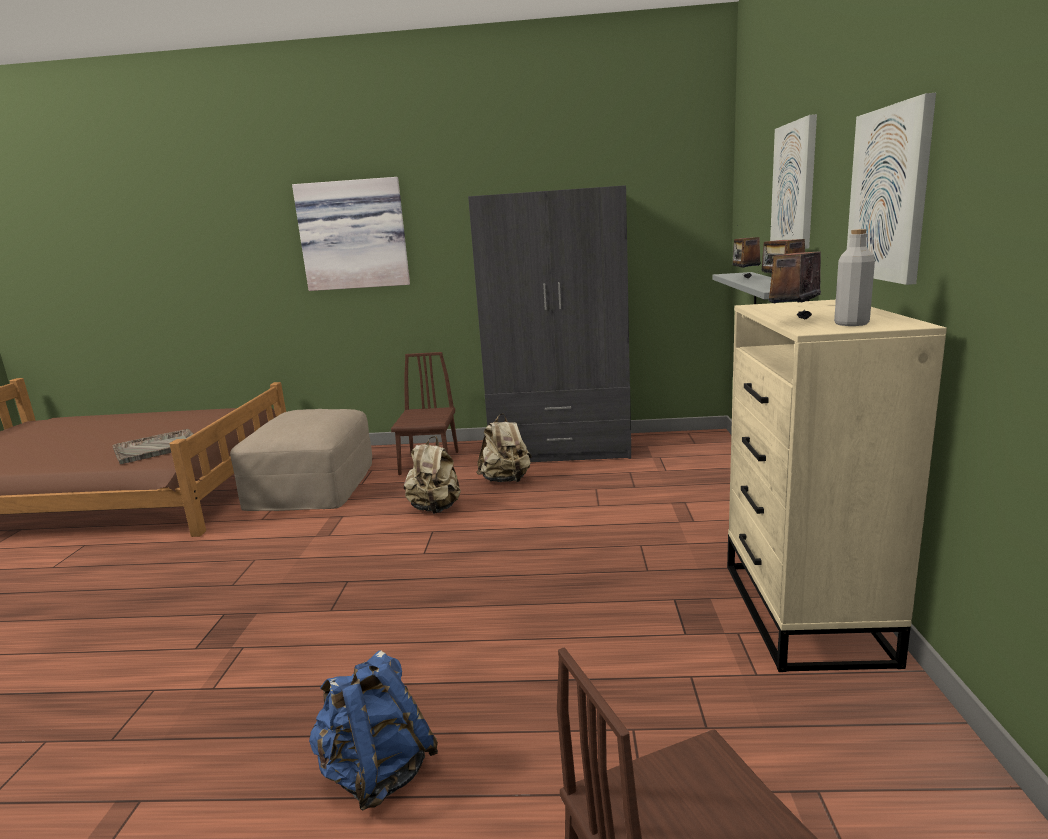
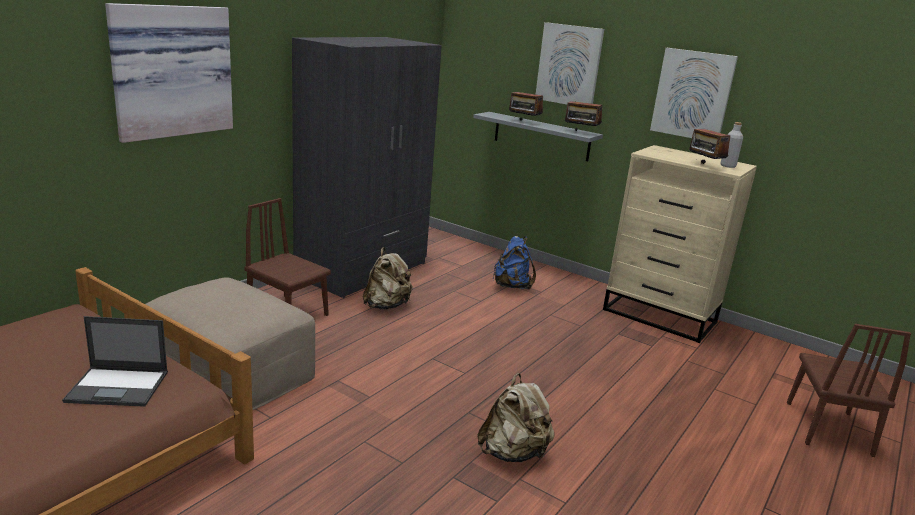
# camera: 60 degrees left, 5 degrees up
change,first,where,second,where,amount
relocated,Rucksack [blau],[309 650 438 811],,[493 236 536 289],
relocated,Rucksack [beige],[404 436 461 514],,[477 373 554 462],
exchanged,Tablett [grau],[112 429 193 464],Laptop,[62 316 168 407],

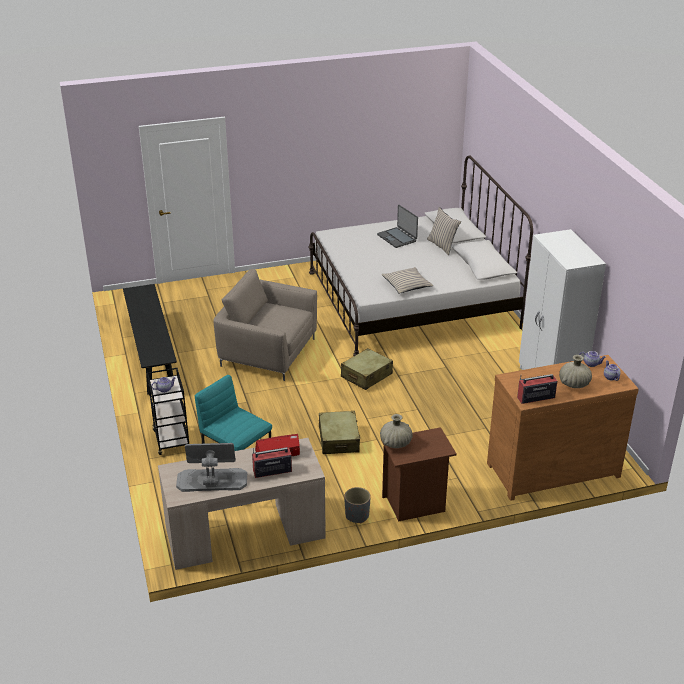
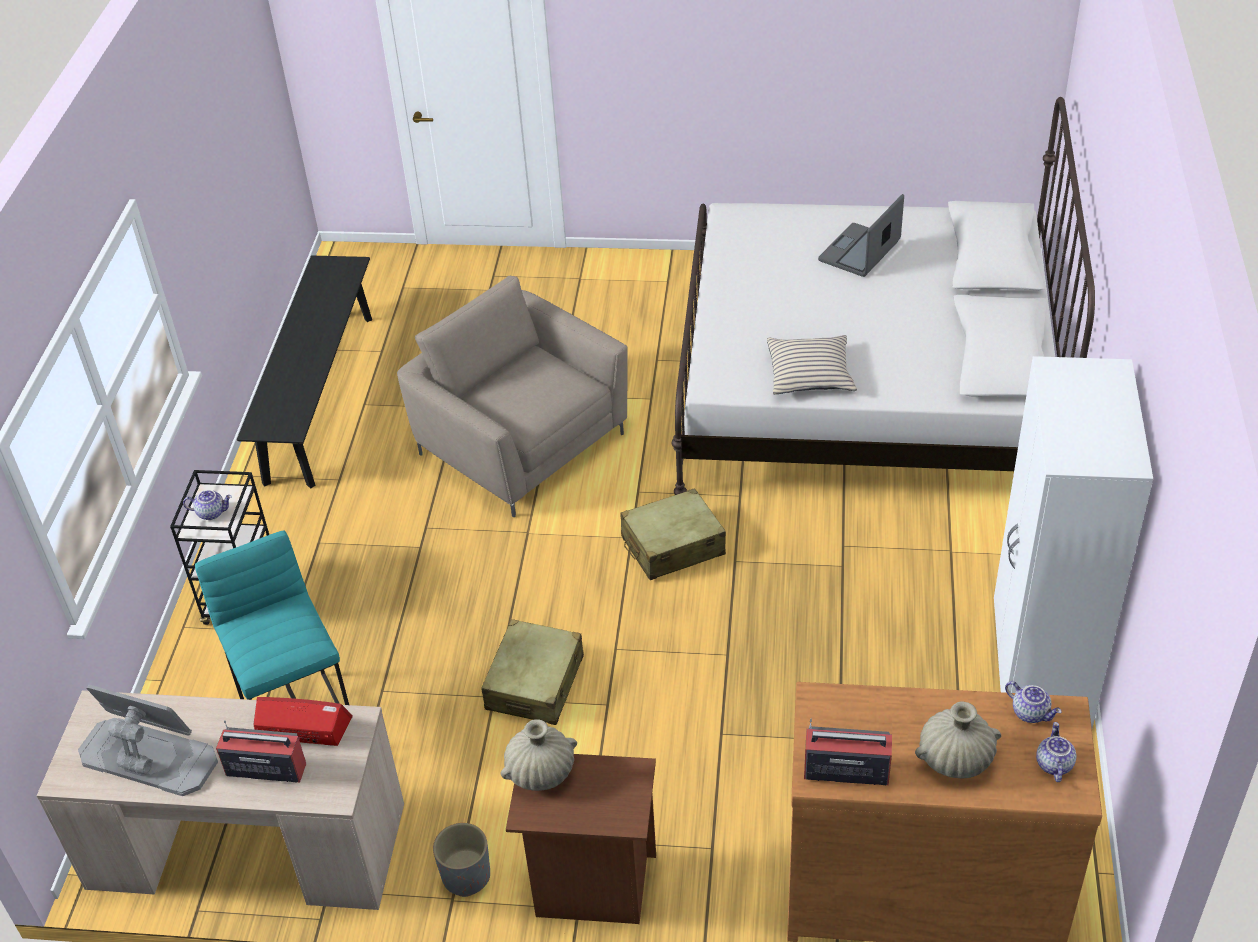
# camera: 25 degrees right, 10 degrees up
change,first,where,second,where,amount
missing,Kissen [beige],[427 207 461 255],,,
spun,Laptop,[377 205 418 248],,[818 194 904 277],45 degrees clockwise

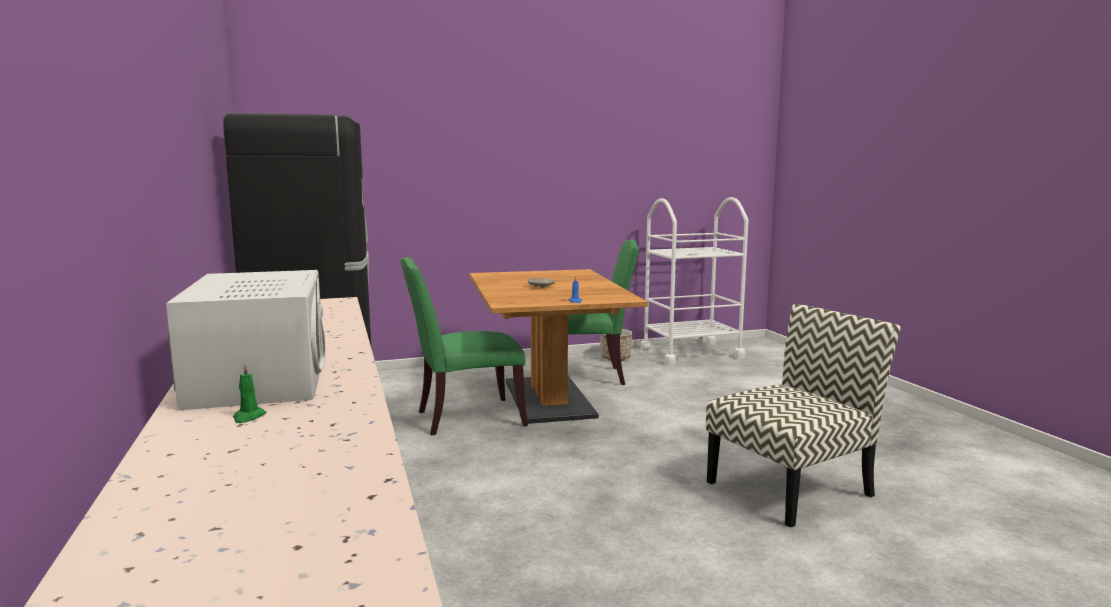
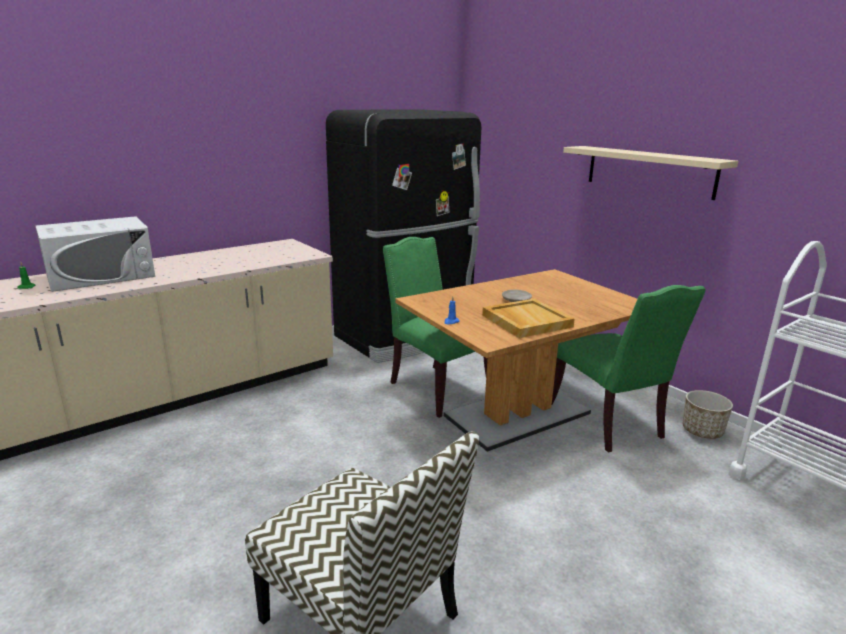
# camera: 70 degrees right, 10 degrees up
change,first,where,second,where,amount
appeared,,,Tablett [beige],[482 299 575 338],
appeared,,,Wandregal [beige],[563 146 738 200],

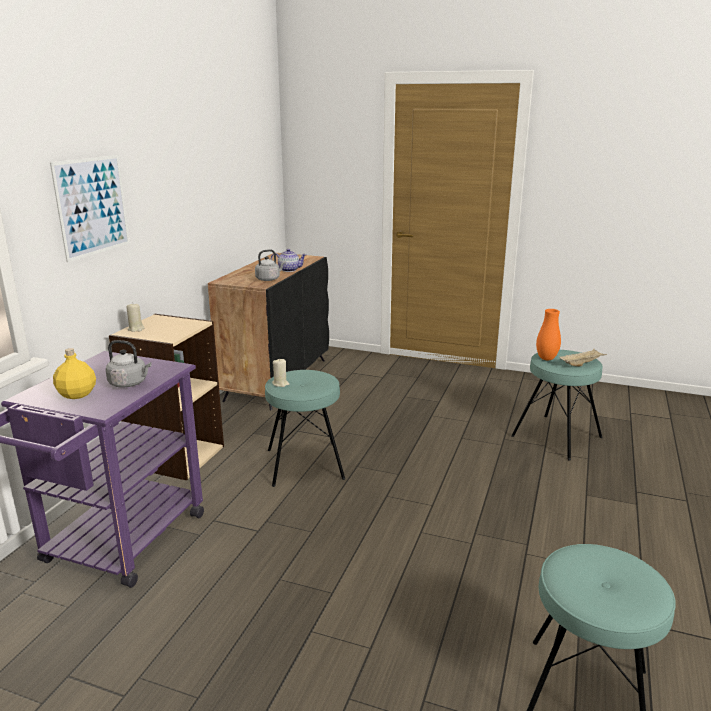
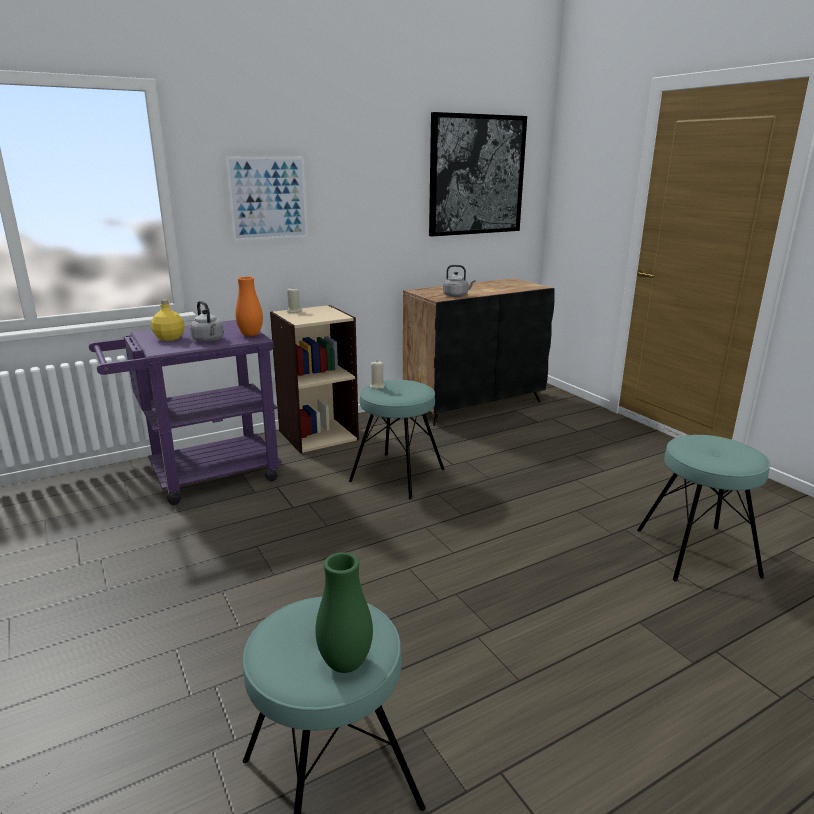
# camera: 40 degrees right, 0 degrees up
change,first,where,second,where,amount
missing,Teekanne,[271 249 307 272],,,
missing,Tablett [beige],[559 348 606 366],,,
appeared,,,Vase [grün],[315 552 373 673],
appeared,,,Bild,[429 112 527 236],
relocated,Vase [orange],[536 309 561 360],,[235 277 263 336],

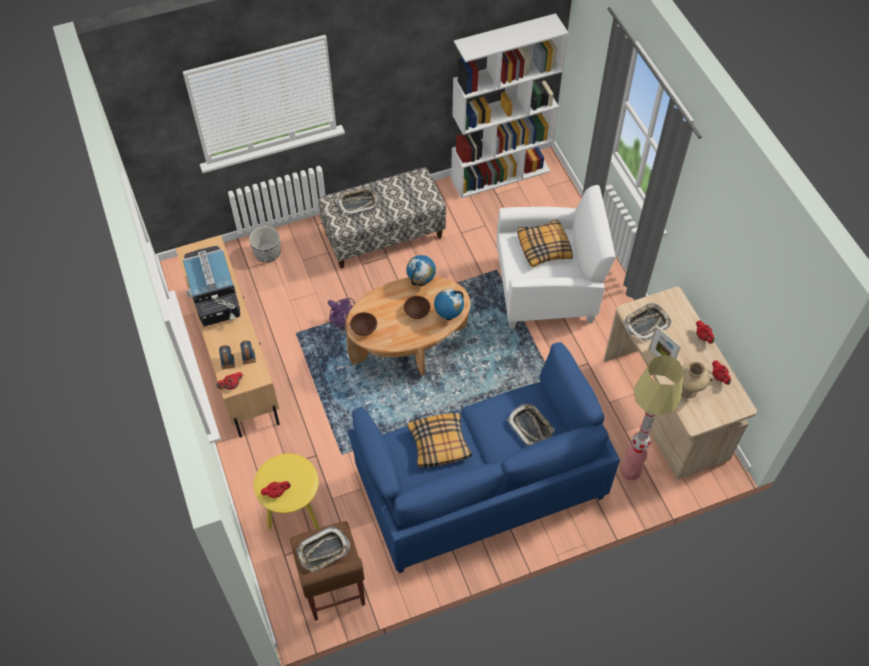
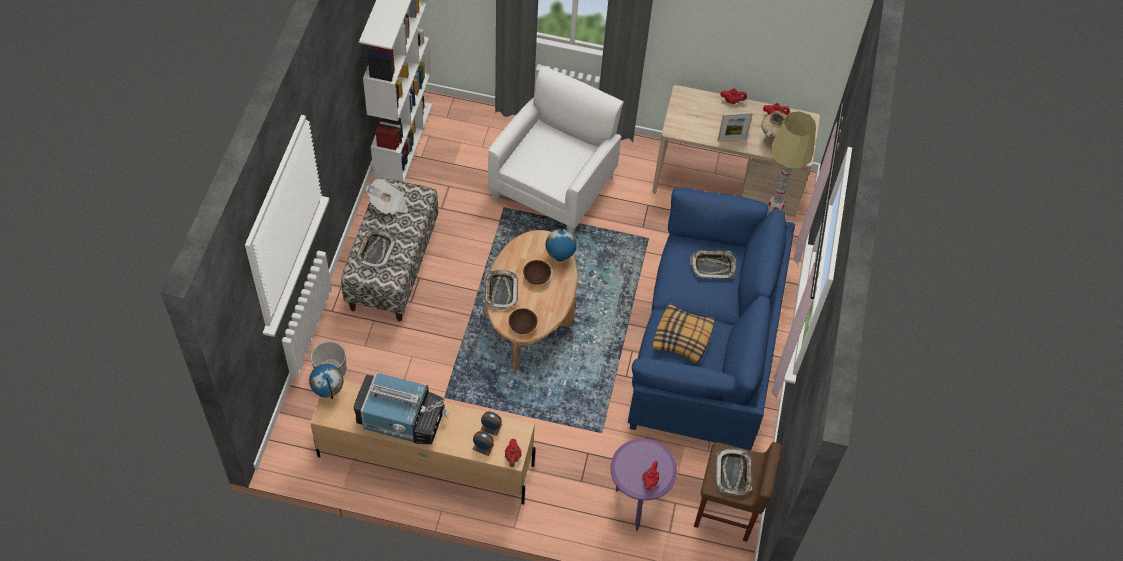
# camera: 60 degrees left, 0 degrees up
change,first,where,second,where,amount
missing,Ventilator [lila],[328 298 355 331],,,
missing,Kissen,[517 220 573 267],,,
appeared,,,Zeitung,[366 179 408 215],
relocated,Globus,[406 255 436 286],,[309 364 343 399],
relocated,Tablett,[624 302 671 341],,[485 270 518 310],
colour,Beistelltisch [gelb],[254 454 319 530],Beistelltisch [lila],[610 439 677 531],

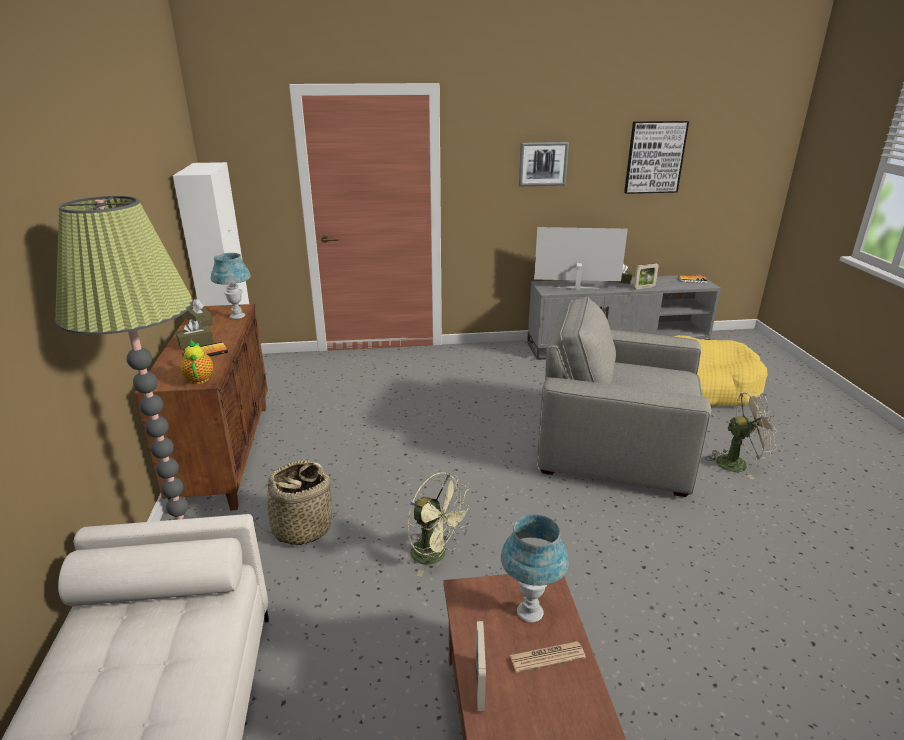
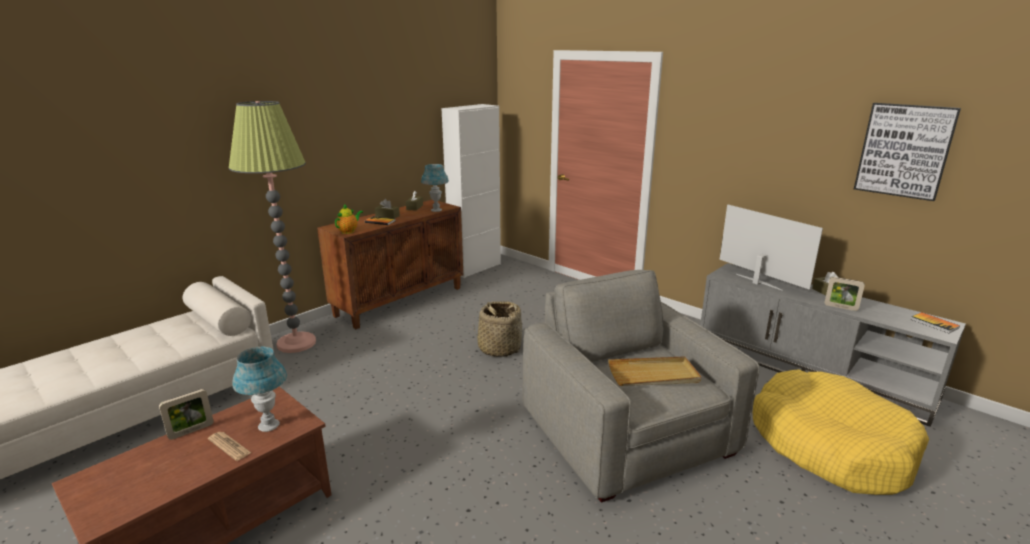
# camera: 50 degrees right, 5 degrees down
change,first,where,second,where,amount
missing,Ventilator [grün],[407 472 472 577],,,
missing,Bild,[519 142 569 186],,,
missing,Ventilator [beige],[705 392 778 479],,,
appeared,,,Tablett [beige],[608 356 701 386],
relocated,Korb,[254 461 340 546],,[474 301 523 357],

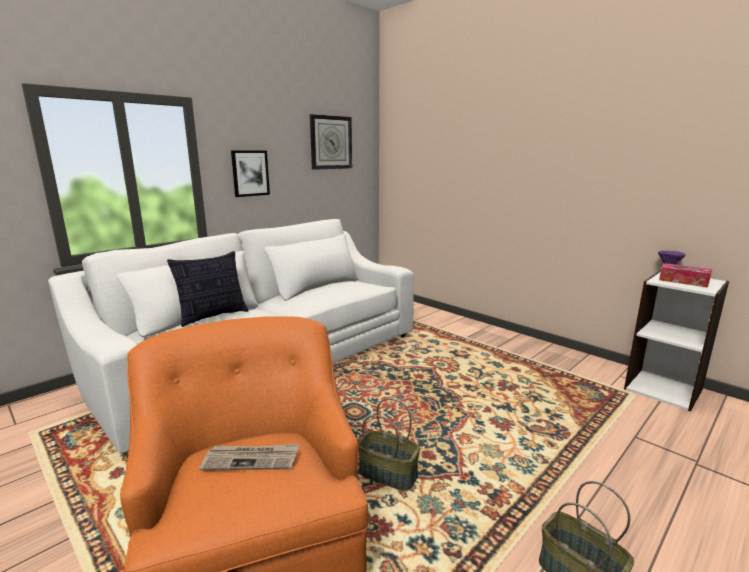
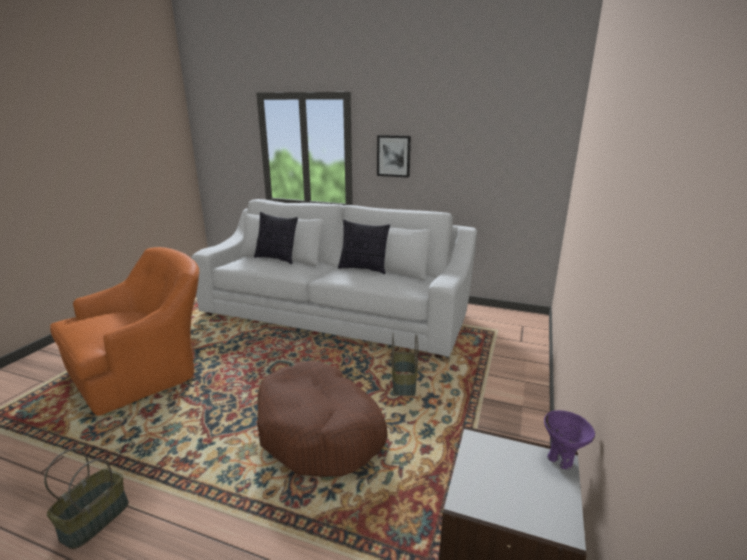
# camera: 65 degrees right, 5 degrees up
change,first,where,second,where,amount
missing,Zeitung,[199 444 299 470],,,
missing,Wanduhr,[310 114 352 170],,,
missing,Taschentuchbox,[659 263 712 288],,,
appeared,,,Hundebett [braun],[257 361 387 477],
appeared,,,Kissen,[338 220 390 274],
relocated,Korb,[358 398 420 491],,[391 334 418 396],

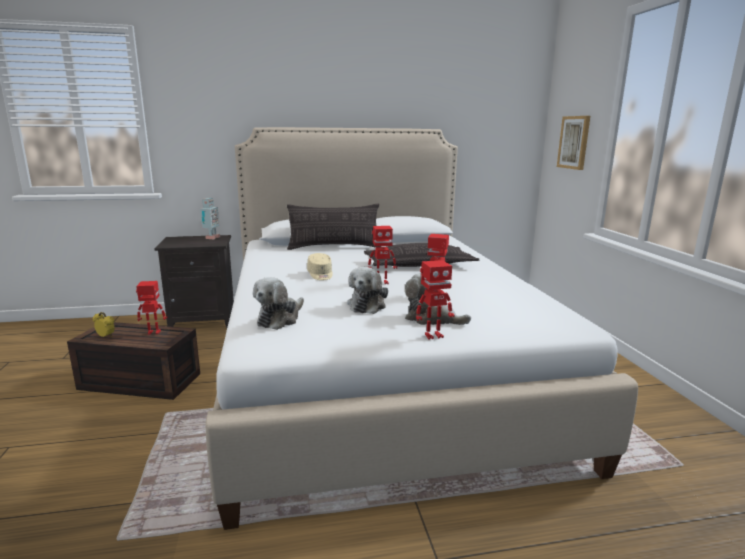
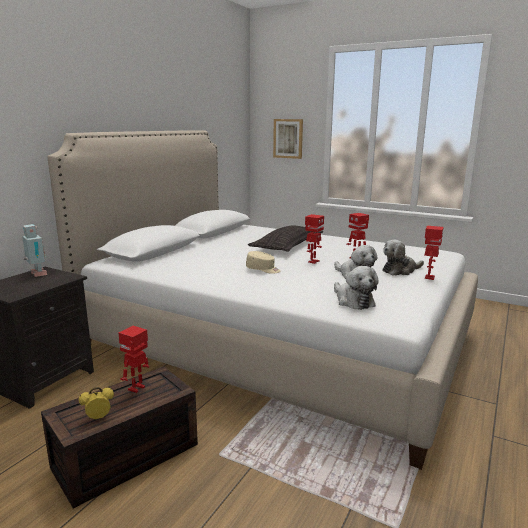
# camera: 50 degrees left, 0 degrees up
change,first,where,second,where,amount
missing,Kissen,[287 203 382 250],,,

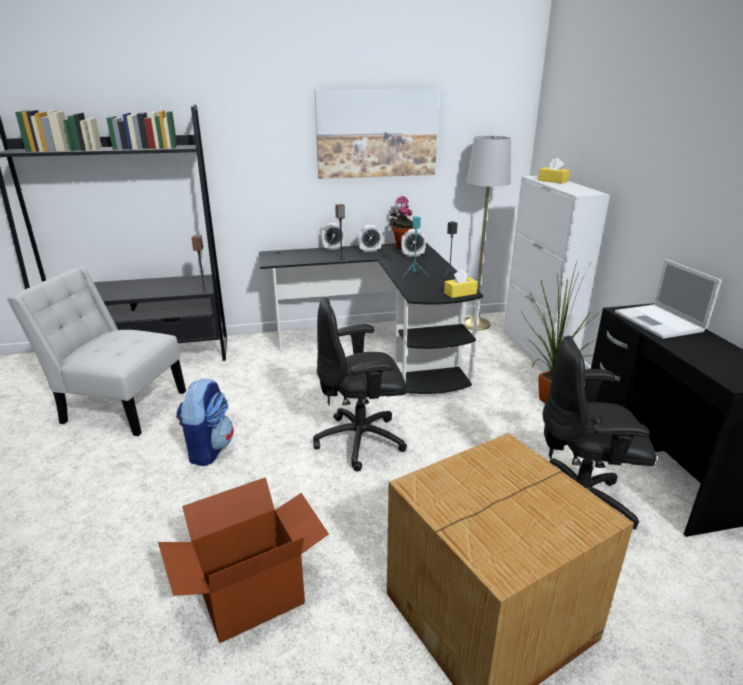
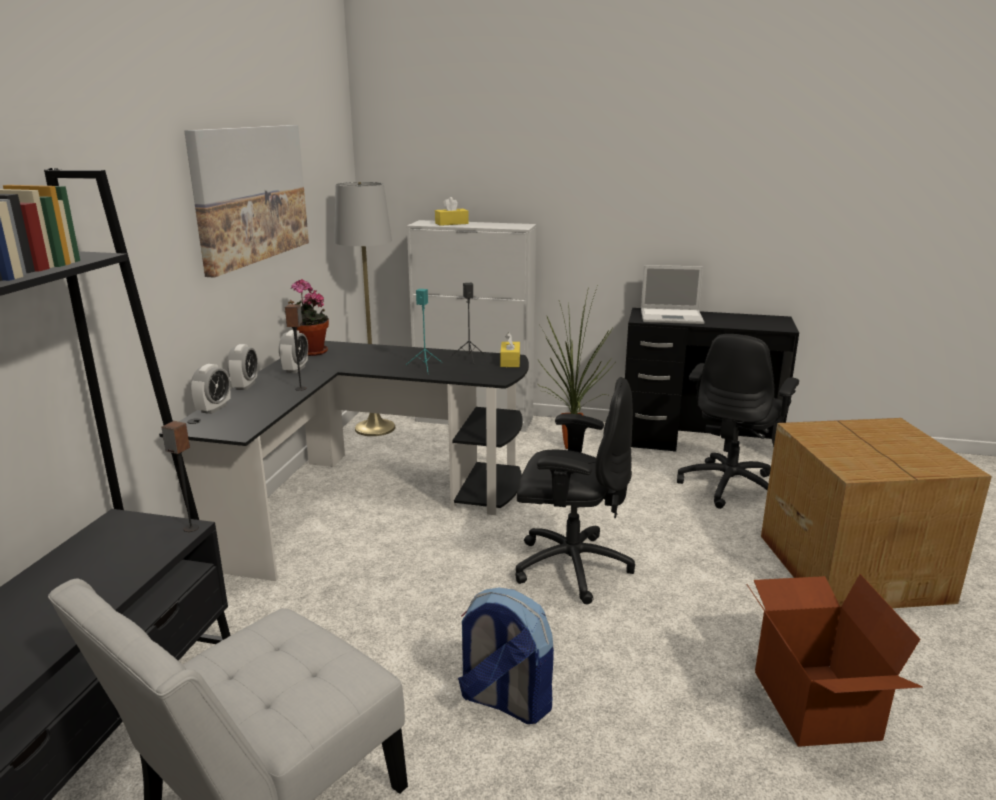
# camera: 65 degrees left, 5 degrees down
change,first,where,second,where,amount
relocated,Wecker,[401 229 426 257],,[191 364 231 414],
spun,Bürostuhl [schwarz],[313 297 407 471],,[515 377 635 604],90 degrees counterclockwise

